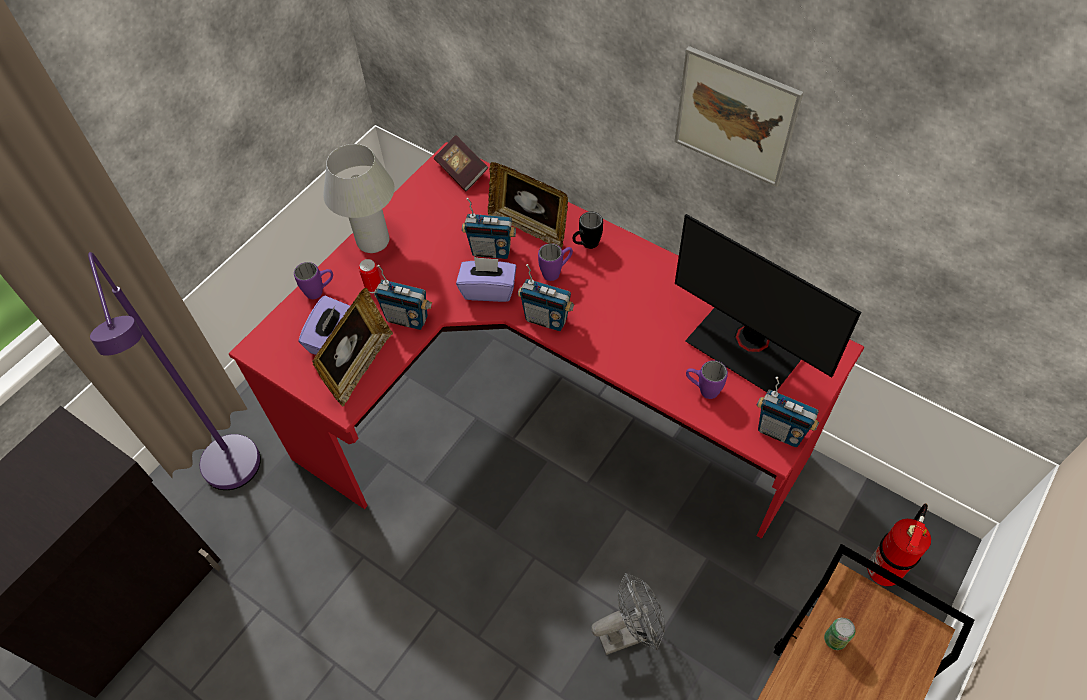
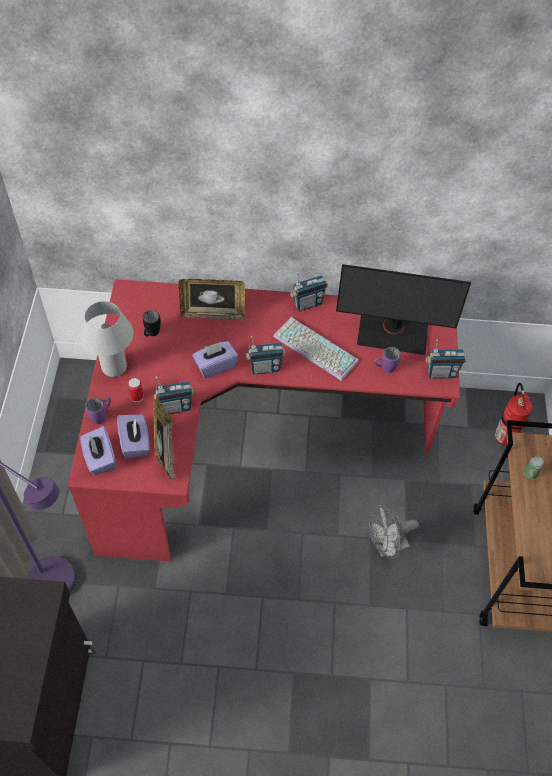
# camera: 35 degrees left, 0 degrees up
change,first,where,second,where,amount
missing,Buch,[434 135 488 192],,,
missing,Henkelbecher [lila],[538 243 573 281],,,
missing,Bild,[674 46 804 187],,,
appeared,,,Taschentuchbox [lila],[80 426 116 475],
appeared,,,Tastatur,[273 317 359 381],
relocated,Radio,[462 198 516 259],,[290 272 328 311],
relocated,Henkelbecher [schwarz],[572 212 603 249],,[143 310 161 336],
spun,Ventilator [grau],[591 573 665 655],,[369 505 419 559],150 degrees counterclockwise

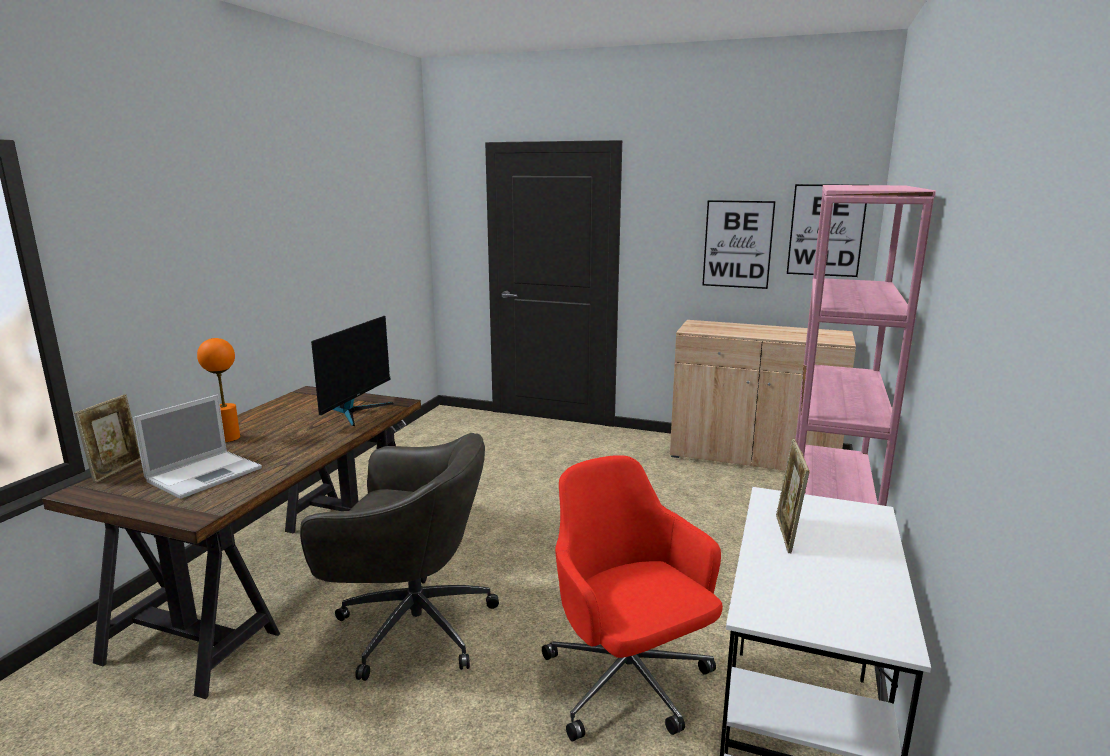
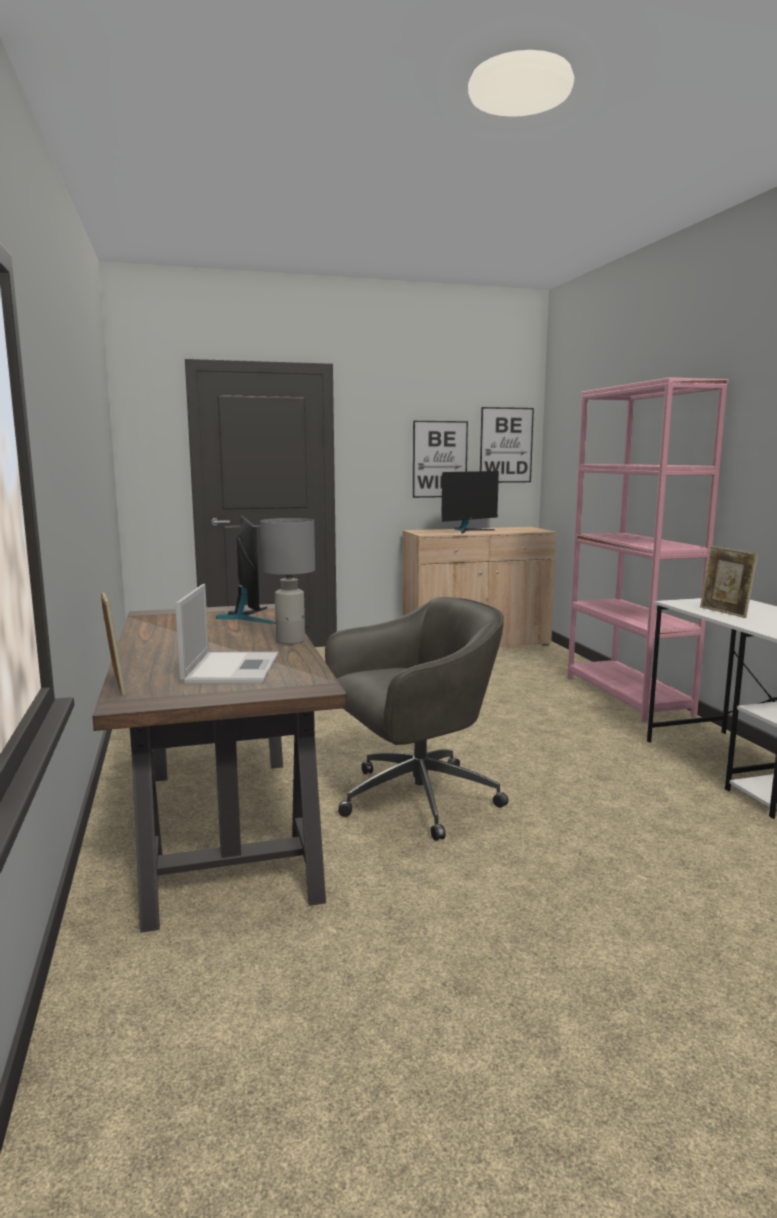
# camera: 35 degrees left, 5 degrees down
change,first,where,second,where,amount
missing,Tischlampe [orange],[197 338 240 442],,,
missing,Bürostuhl [rot],[542 455 723 741],,,
appeared,,,Tischlampe [grau],[260 518 315 644],
appeared,,,Monitor,[441 471 499 534],

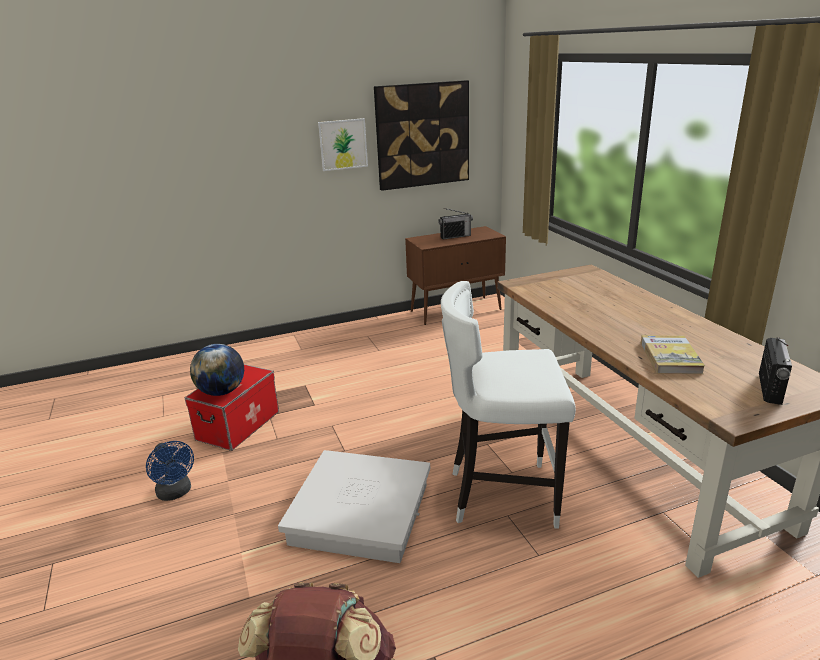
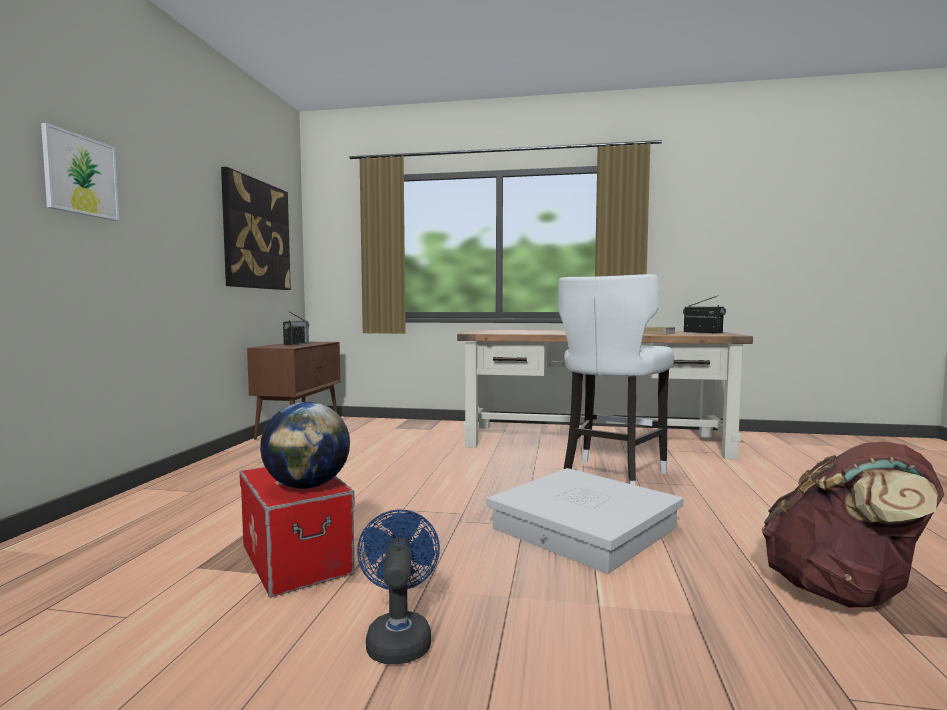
# camera: 60 degrees left, 20 degrees down
change,first,where,second,where,amount
relocated,Bild,[318 118 368 171],,[41 123 119 221],
spun,Ventilator [blau],[146 441 194 501],,[357 509 440 664],90 degrees counterclockwise

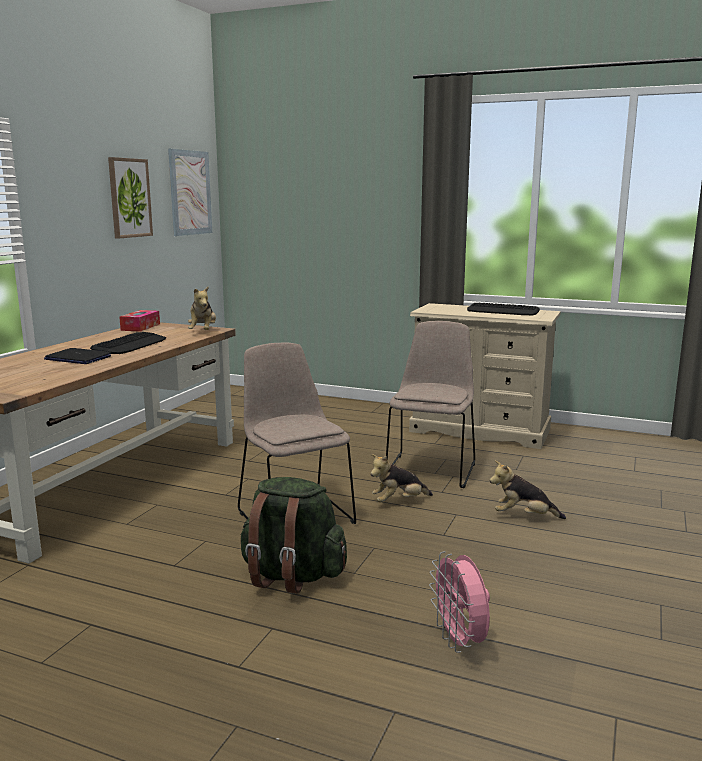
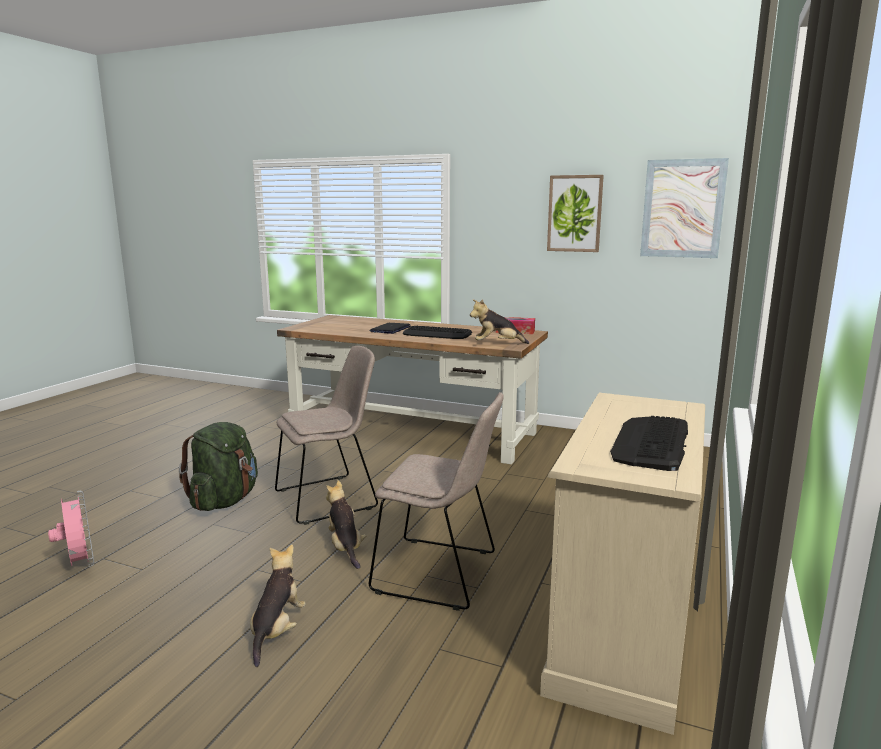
# camera: 90 degrees right, 0 degrees up
change,first,where,second,where,amount
spun,Ventilator [rosa],[429 551 490 653],,[48 491 94 567],75 degrees clockwise

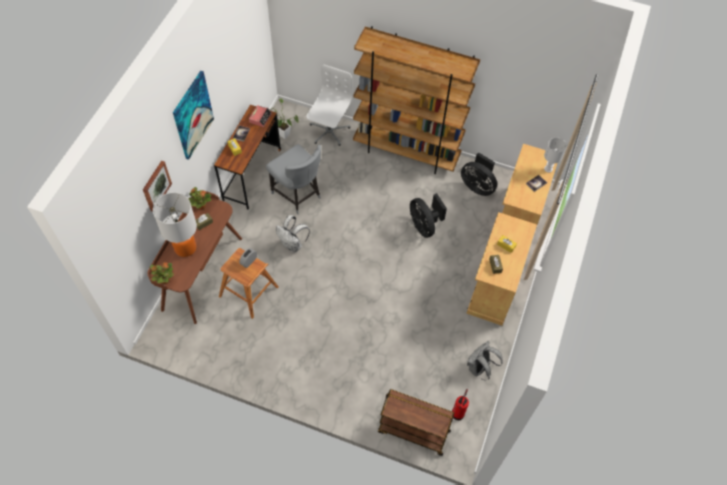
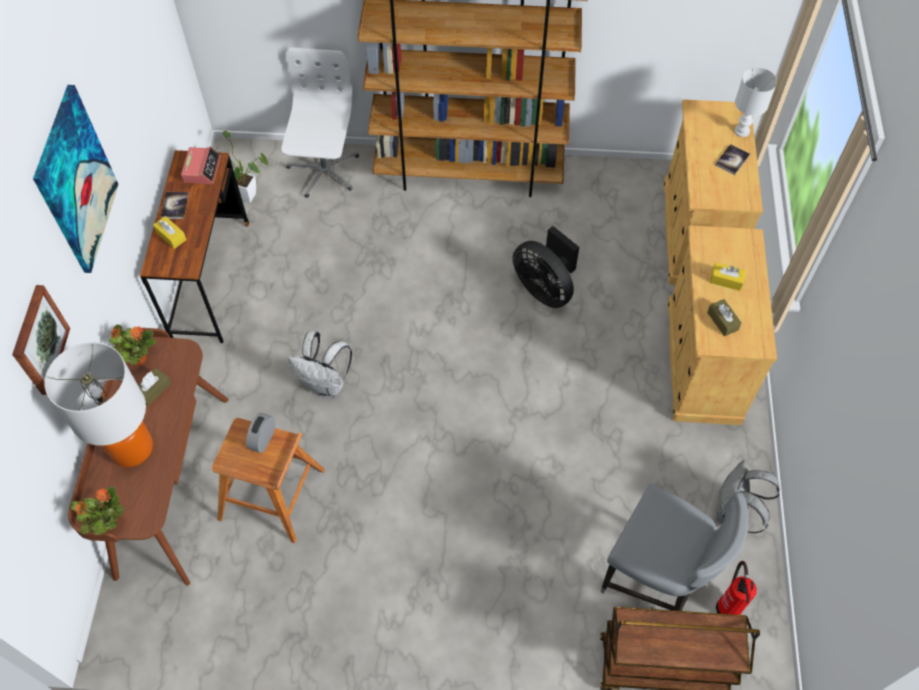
# camera: 15 degrees left, 0 degrees up
change,first,where,second,where,amount
missing,Ventilator [schwarz],[461 152 497 196],,,
relocated,Stuhl [grau],[266 144 321 214],,[600 484 748 611],

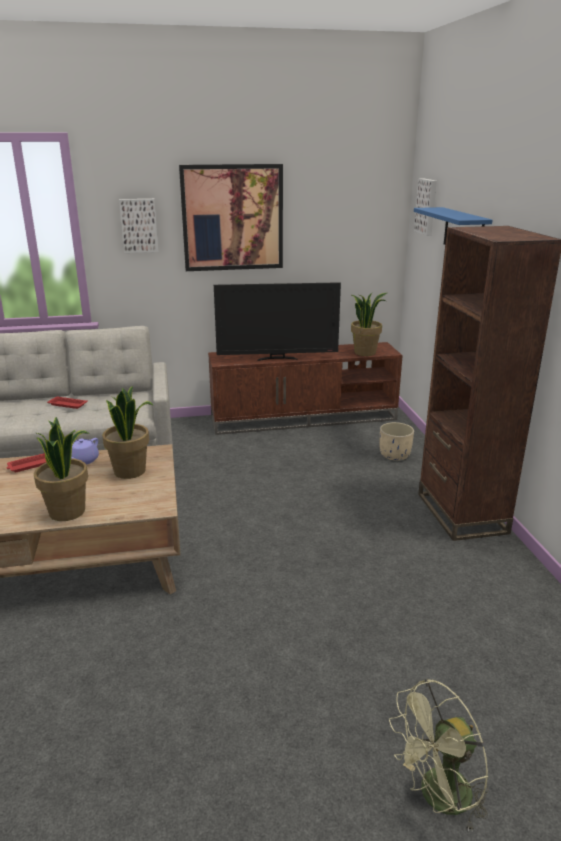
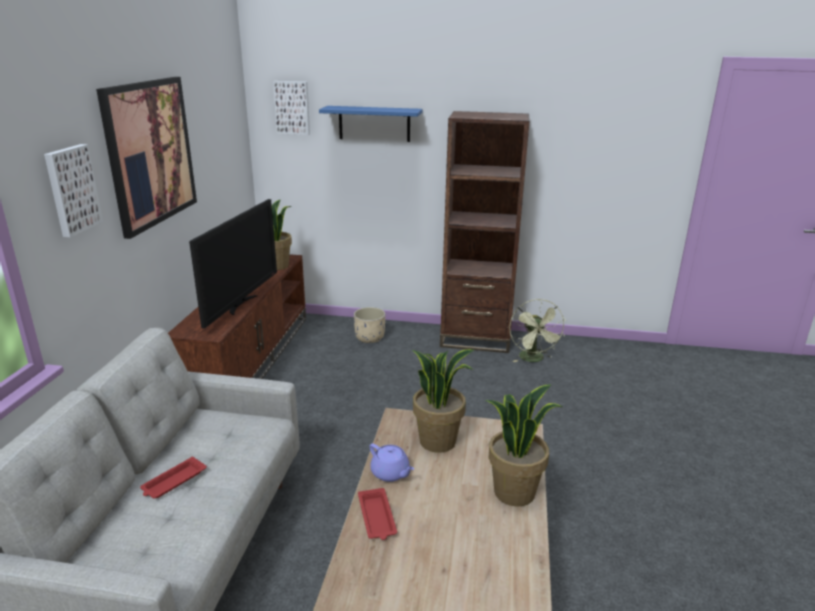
# camera: 70 degrees left, 0 degrees up
change,first,where,second,where,amount
relocated,Ventilator [grün],[389 679 488 832],,[509 299 566 362],

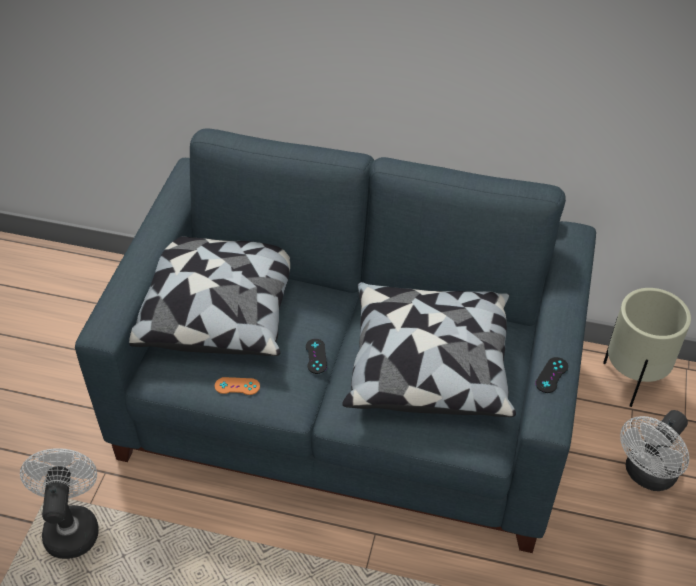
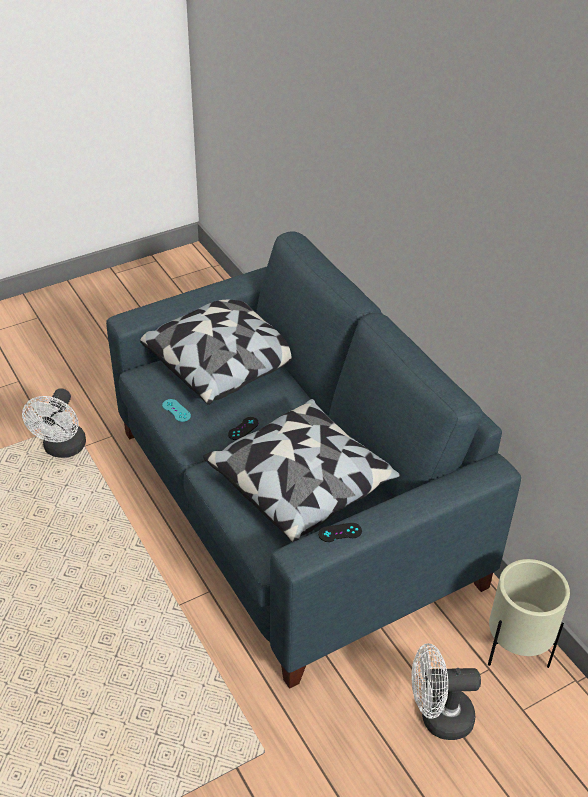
# camera: 45 degrees right, 5 degrees down
change,first,where,second,where,amount
colour,Gamepad [orange],[215 377 260 395],Gamepad [türkis],[162 399 191 422],
spun,Ventilator [weiß],[20 448 99 559],,[22 388 86 458],150 degrees clockwise

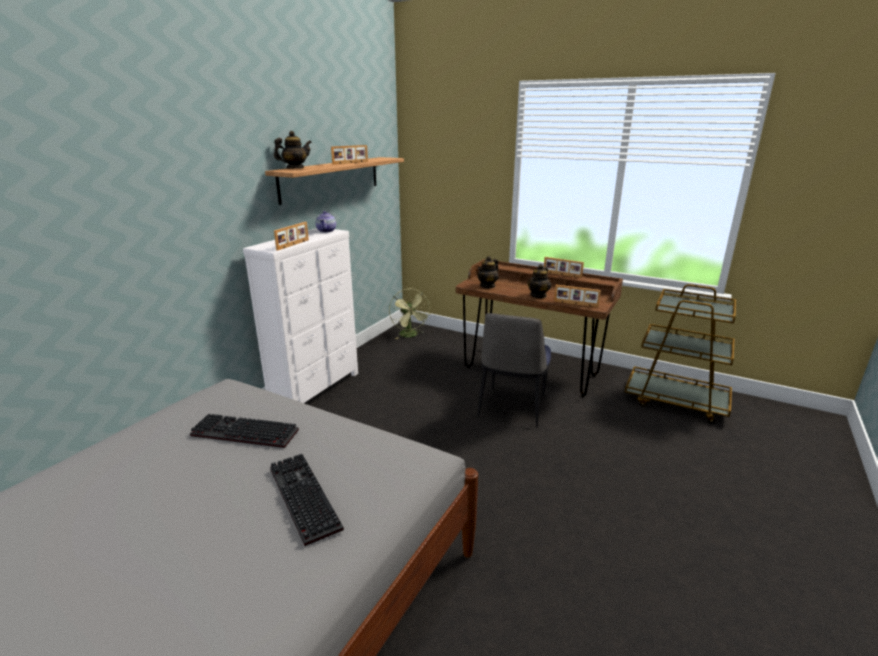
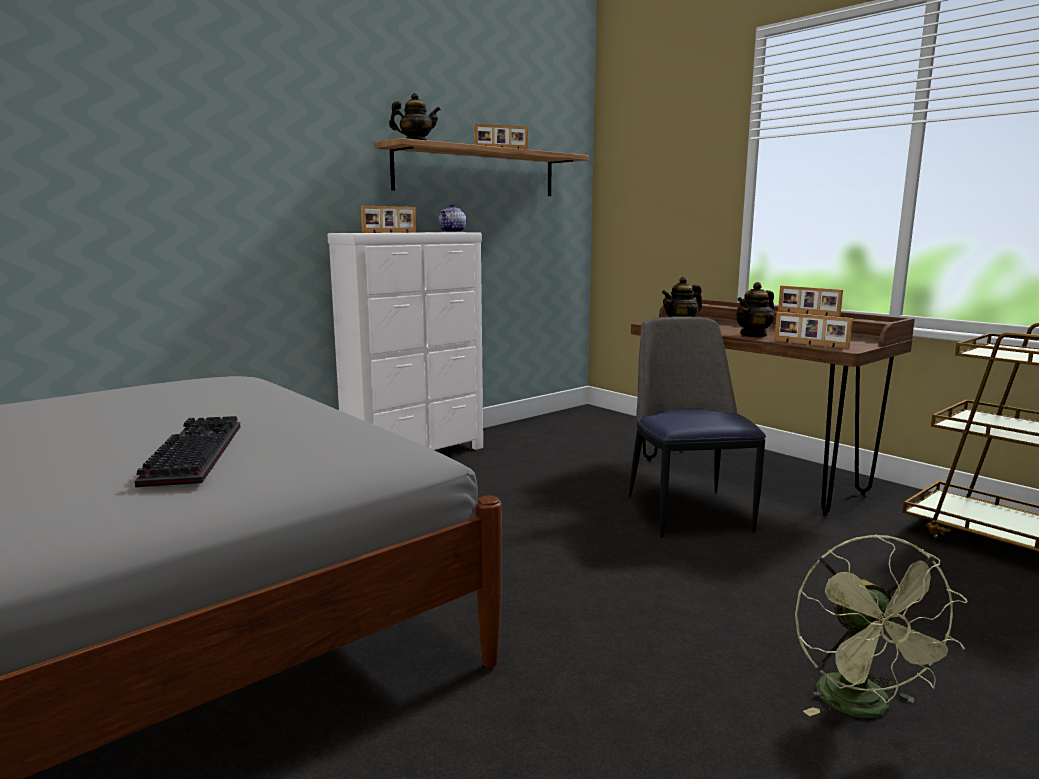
# camera: 20 degrees right, 10 degrees down
change,first,where,second,where,amount
missing,Tastatur,[190 414 299 448],,,
relocated,Ventilator [grün],[389 289 431 339],,[795 534 968 718],
spun,Stuhl,[477 313 551 428],,[629 316 766 538],135 degrees clockwise

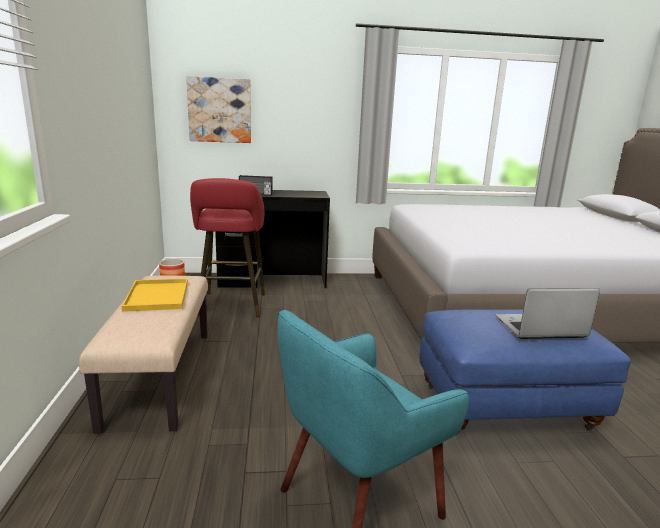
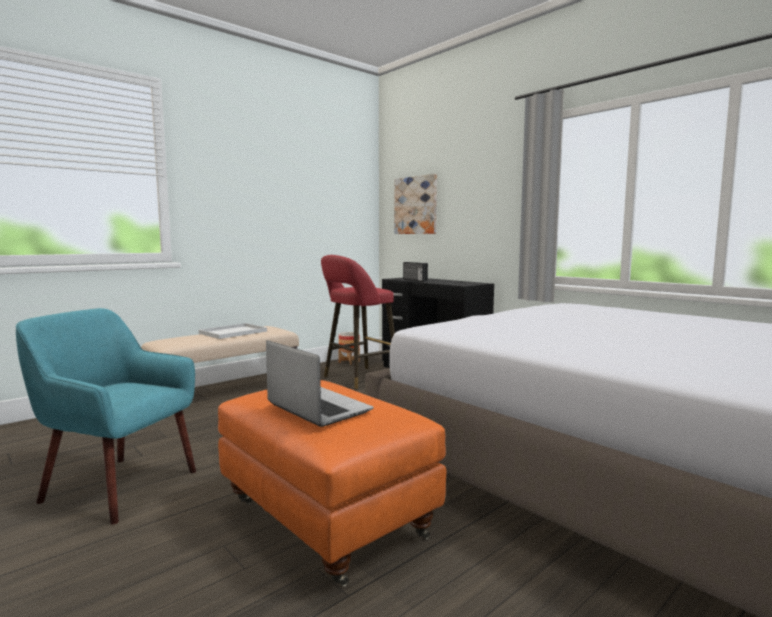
# camera: 55 degrees right, 10 degrees down
change,first,where,second,where,amount
colour,Tablett [gelb],[122 279 188 312],Tablett [weiß],[199 323 267 339],
colour,Polsterhocker [blau],[419 309 631 435],Polsterhocker [orange],[218 380 447 586],

